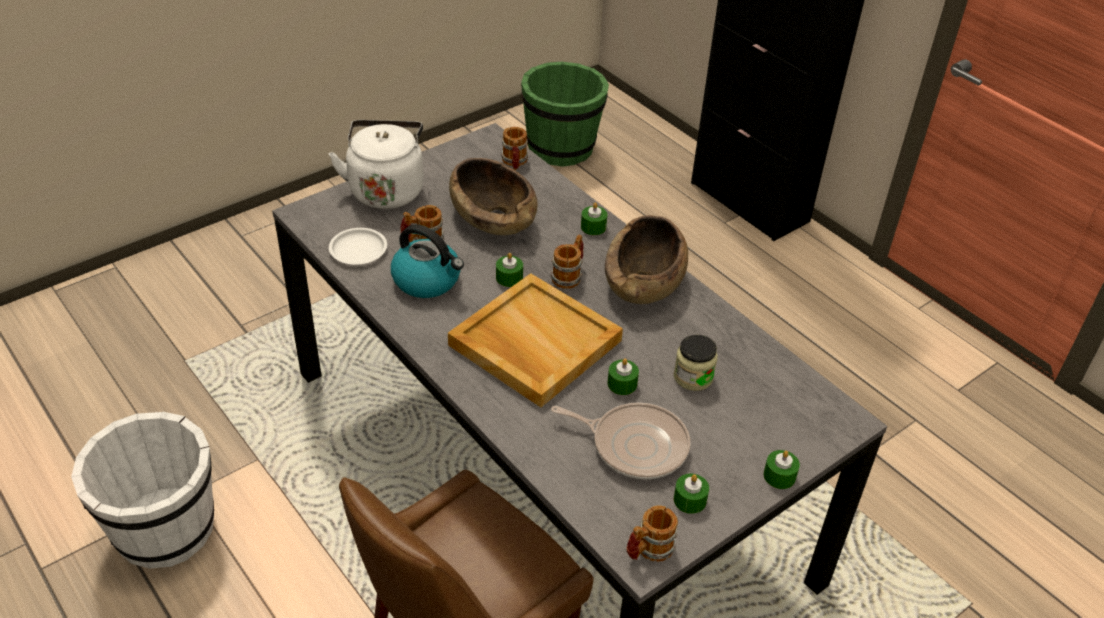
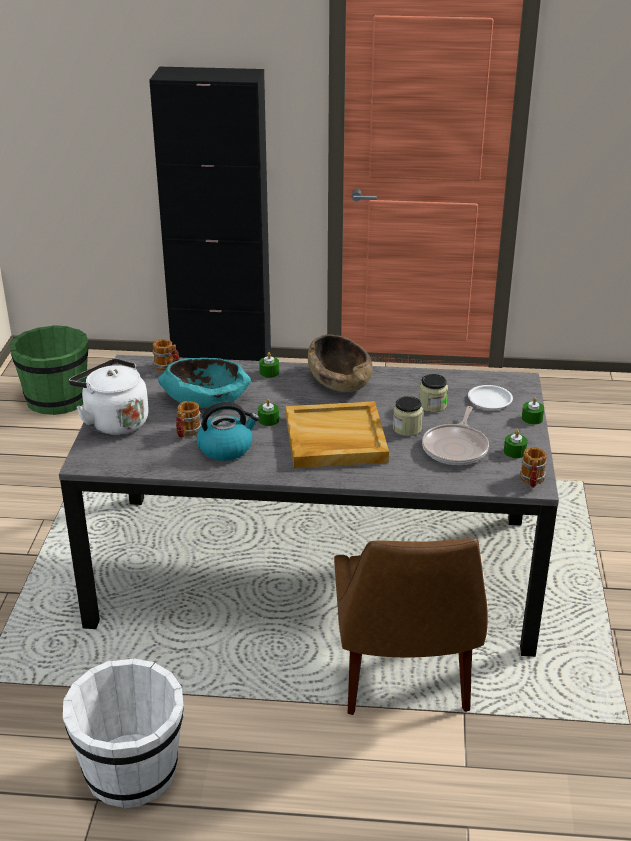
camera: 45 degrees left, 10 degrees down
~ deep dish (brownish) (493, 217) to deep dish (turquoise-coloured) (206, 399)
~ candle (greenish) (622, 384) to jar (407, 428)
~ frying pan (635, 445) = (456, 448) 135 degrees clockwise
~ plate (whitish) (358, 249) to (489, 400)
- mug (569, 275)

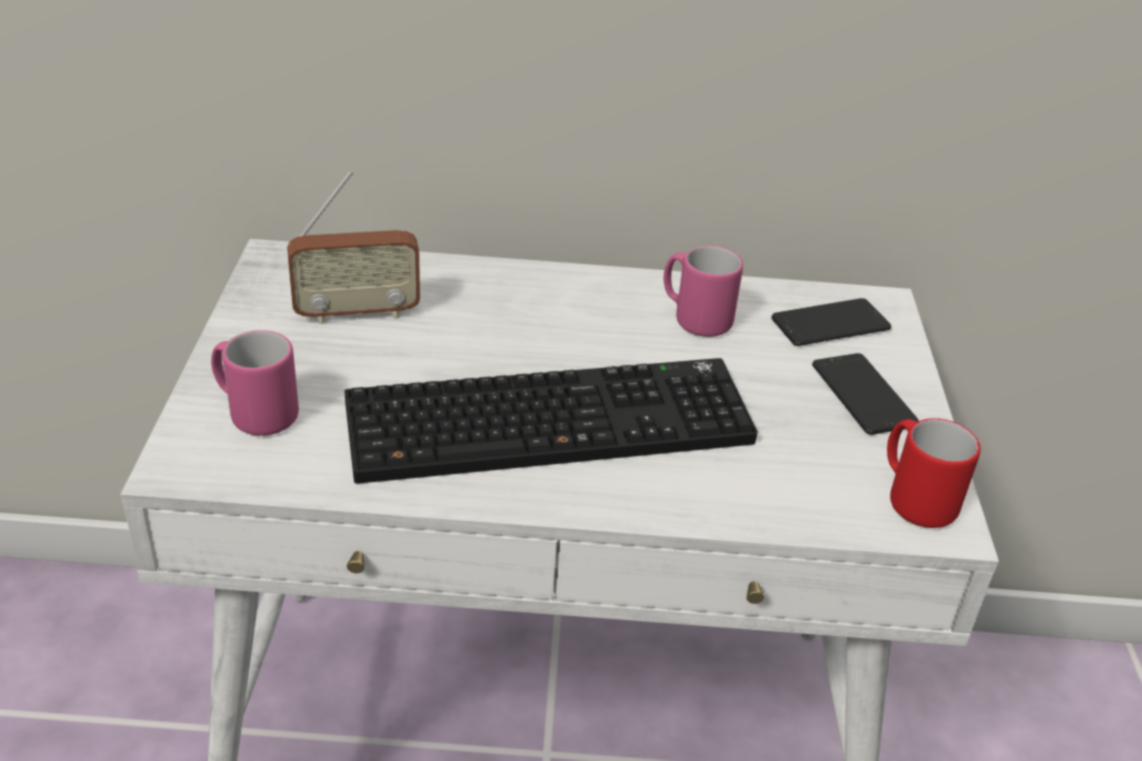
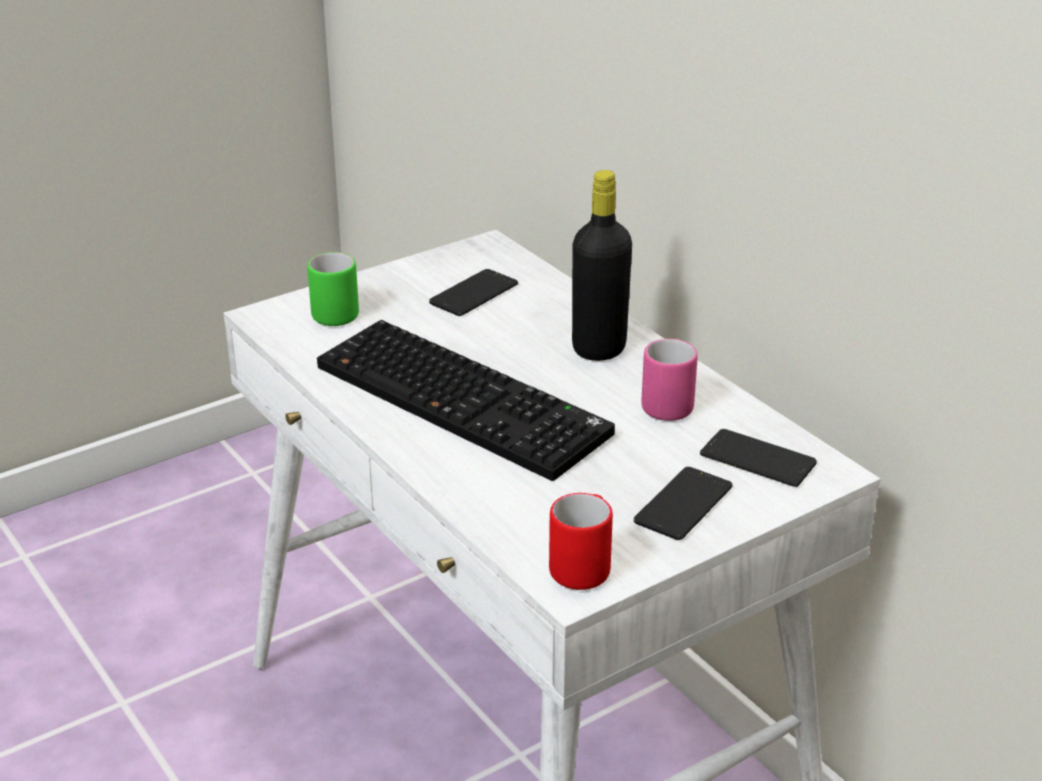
camera: 55 degrees right, 5 degrees down
~ mug (pinkish) (255, 413) to mug (greenish) (335, 312)
~ radio (357, 313) to telephone (474, 294)
+ drink bottle (blackish) (599, 348)

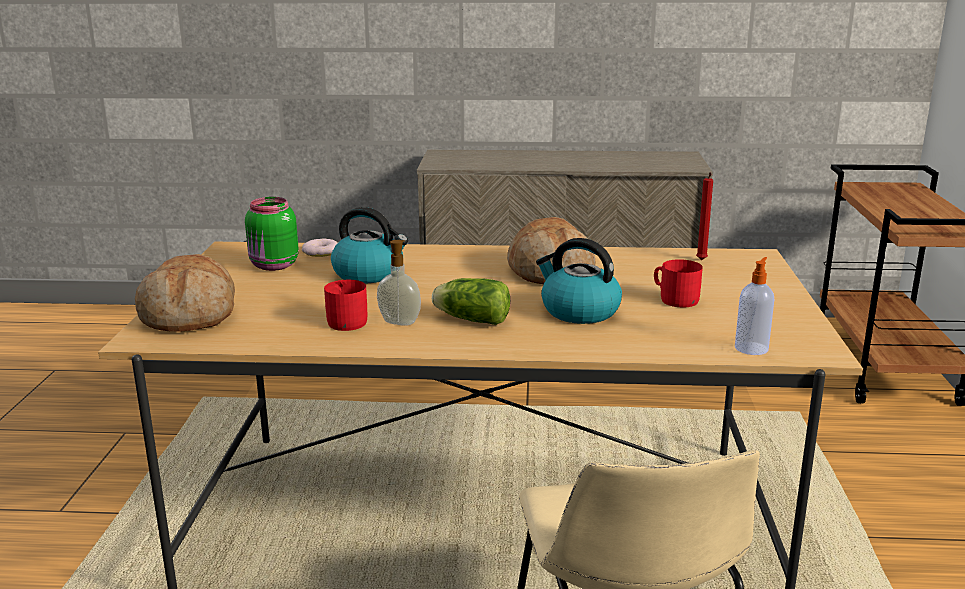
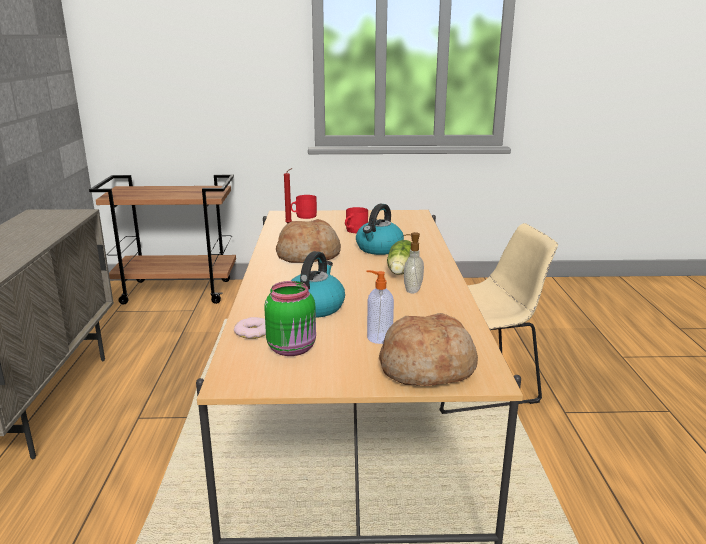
camera: 95 degrees left, 0 degrees up
~ mug (red) (347, 320) to (303, 216)
~ soap dispenser (751, 348) to (378, 338)

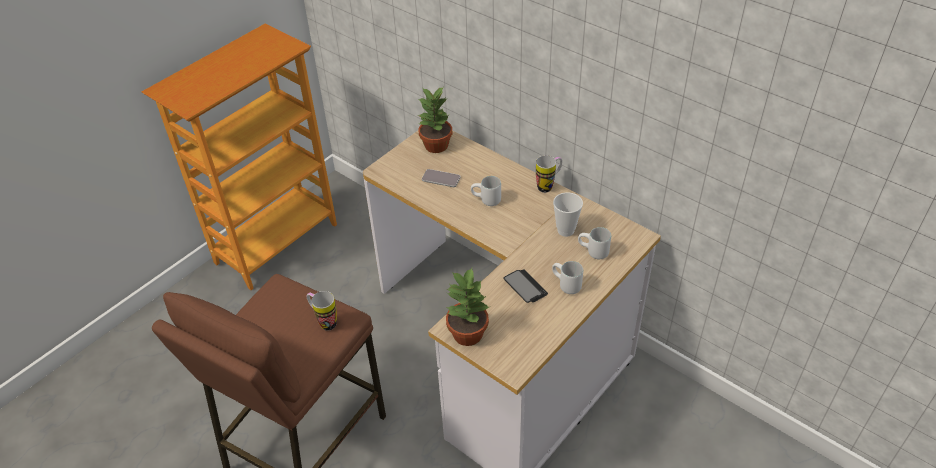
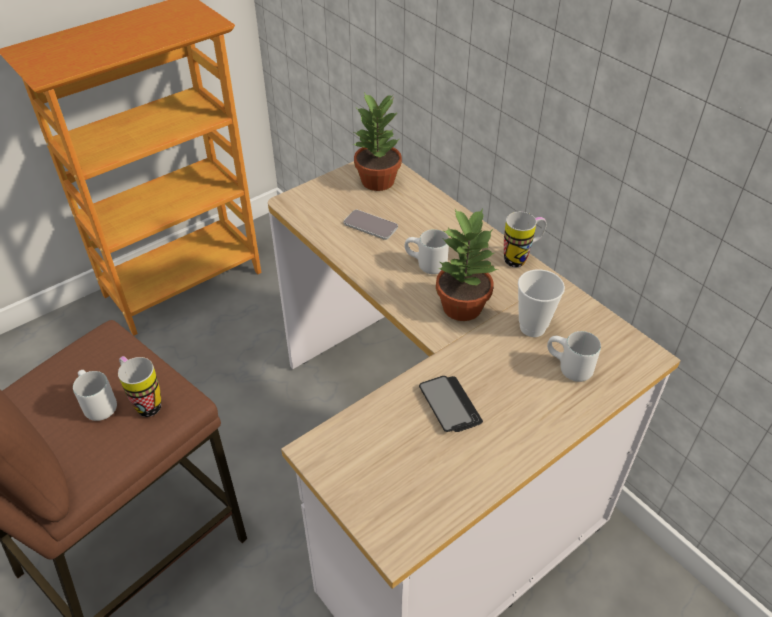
camera: 10 degrees right, 0 degrees up
~ mug (whitish) (565, 285) to (95, 405)
~ plant in a pot (467, 333) to (462, 306)

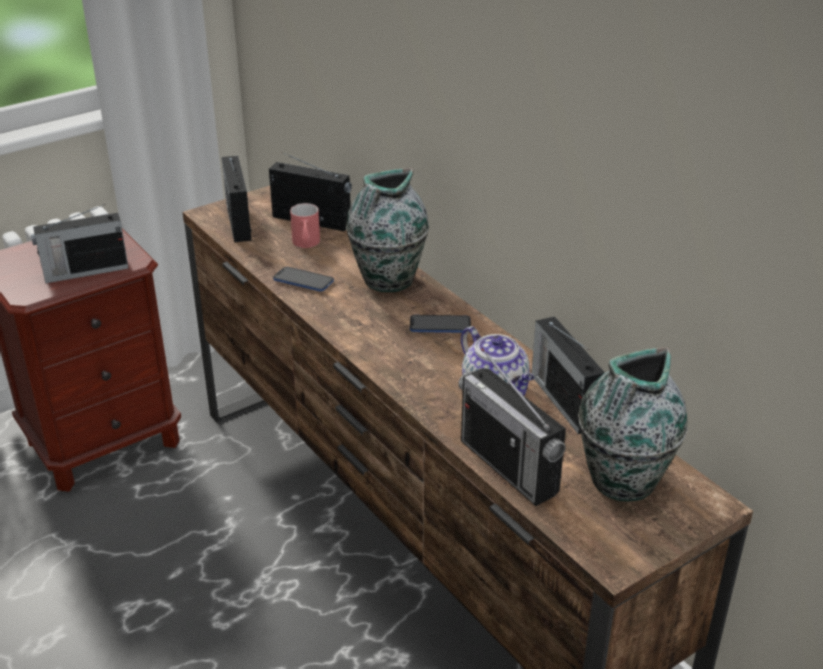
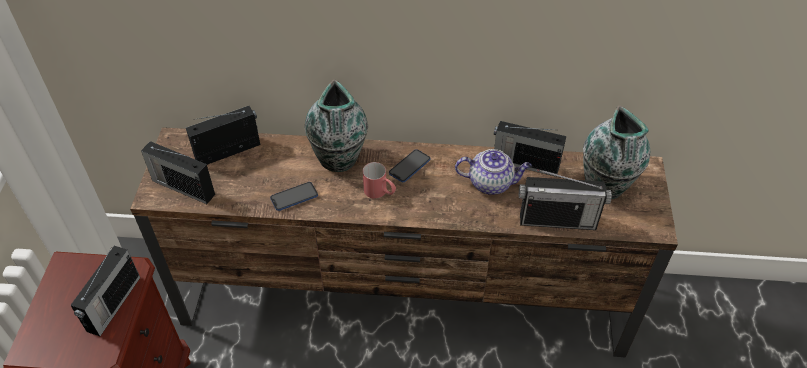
camera: 50 degrees left, 15 degrees up
~ mug (red) (306, 245) to (380, 192)

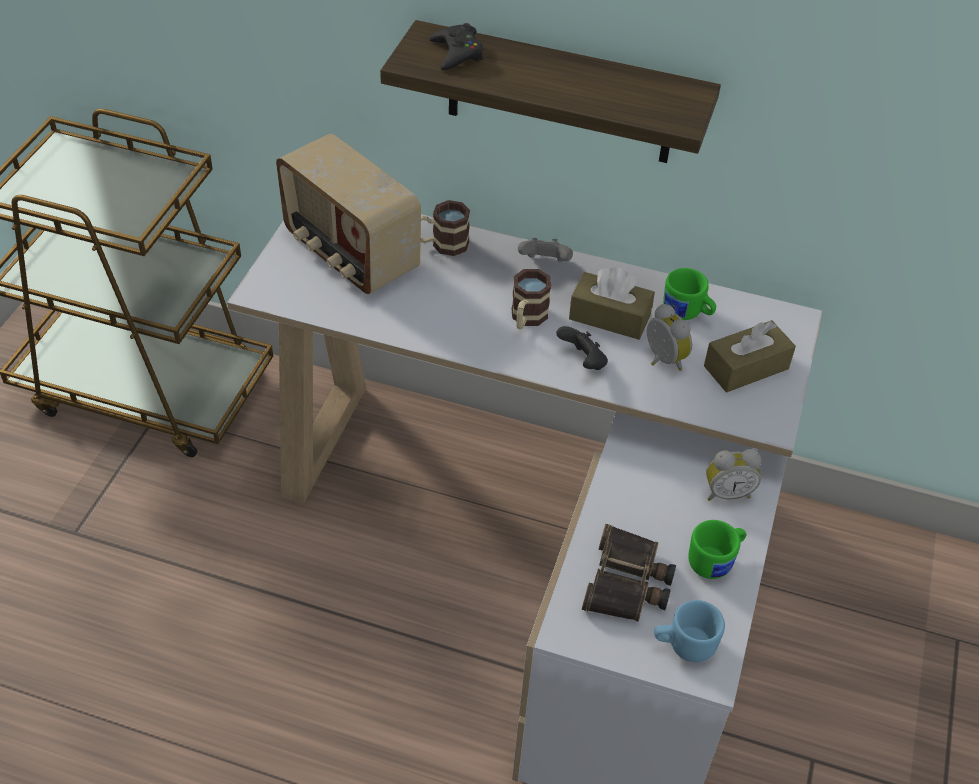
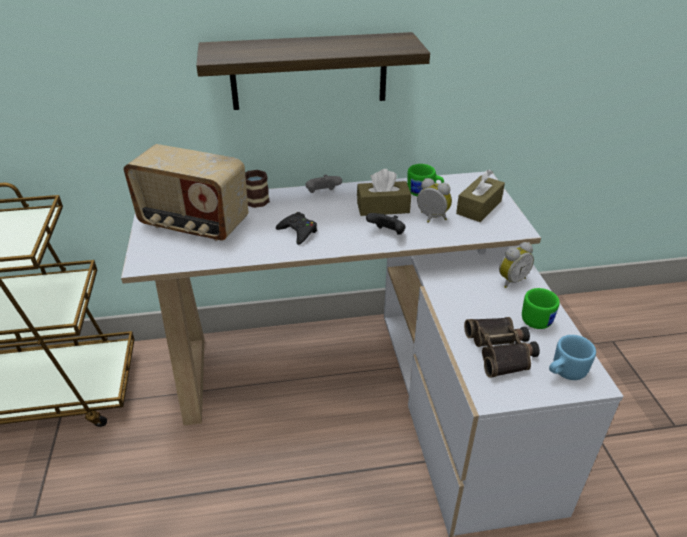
camera: 25 degrees left, 10 degrees down
~ game controller (blackish) (457, 53) to (298, 232)
- mug (526, 319)

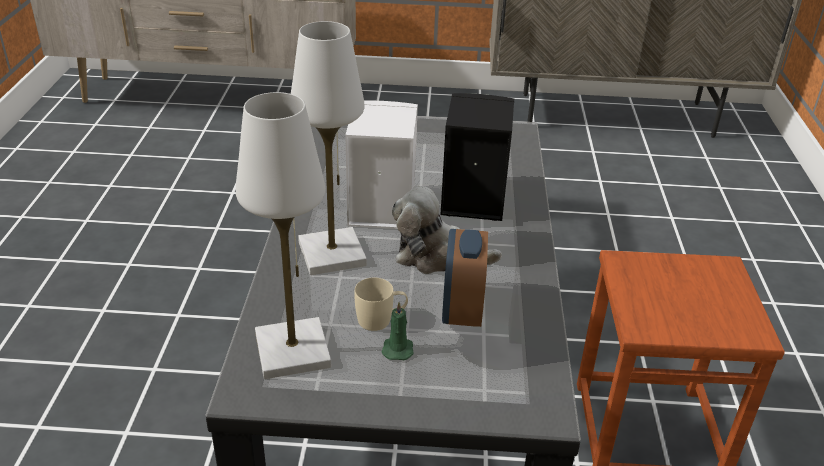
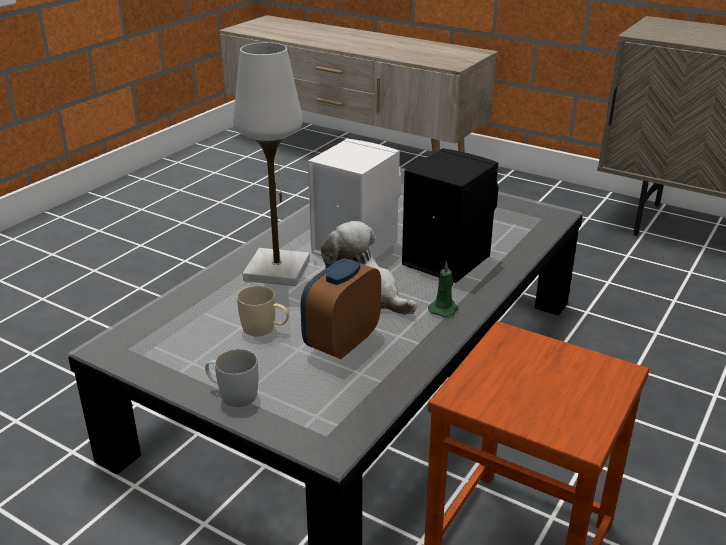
camera: 30 degrees right, 5 degrees down
+ mug (whitish) (232, 394)
~ candle (greenish) (398, 348) to (444, 309)
- lamp for a table (whitish) (293, 351)

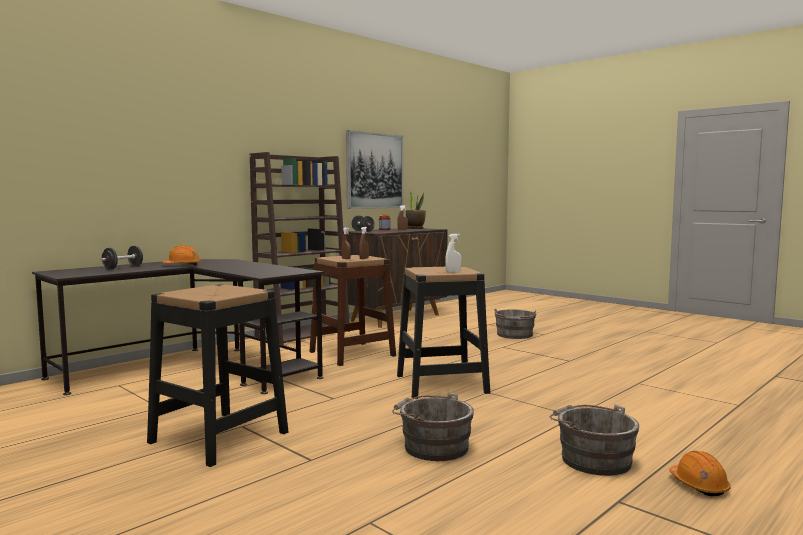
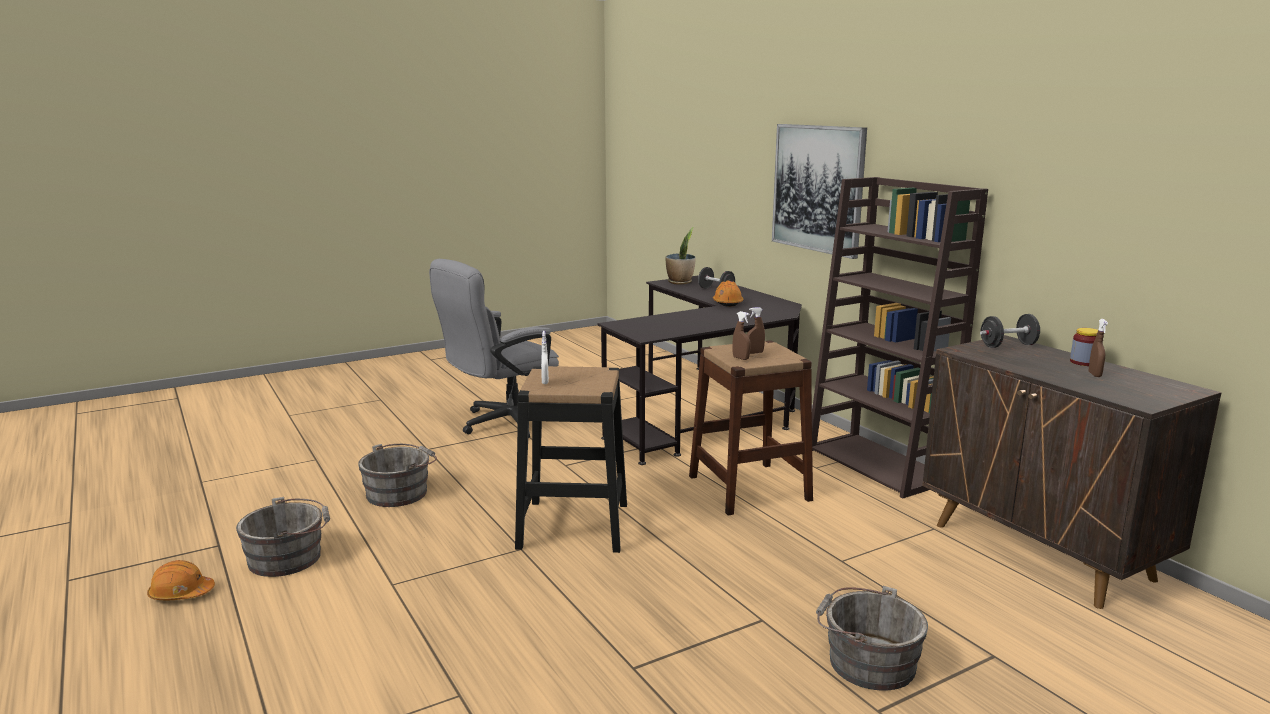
camera: 105 degrees right, 10 degrees up
~ stool (blackish) (219, 437) to computer chair (gray) (502, 423)
~ plant in a pot (415, 228) to (680, 282)
~ wall art (374, 171) to (818, 188)

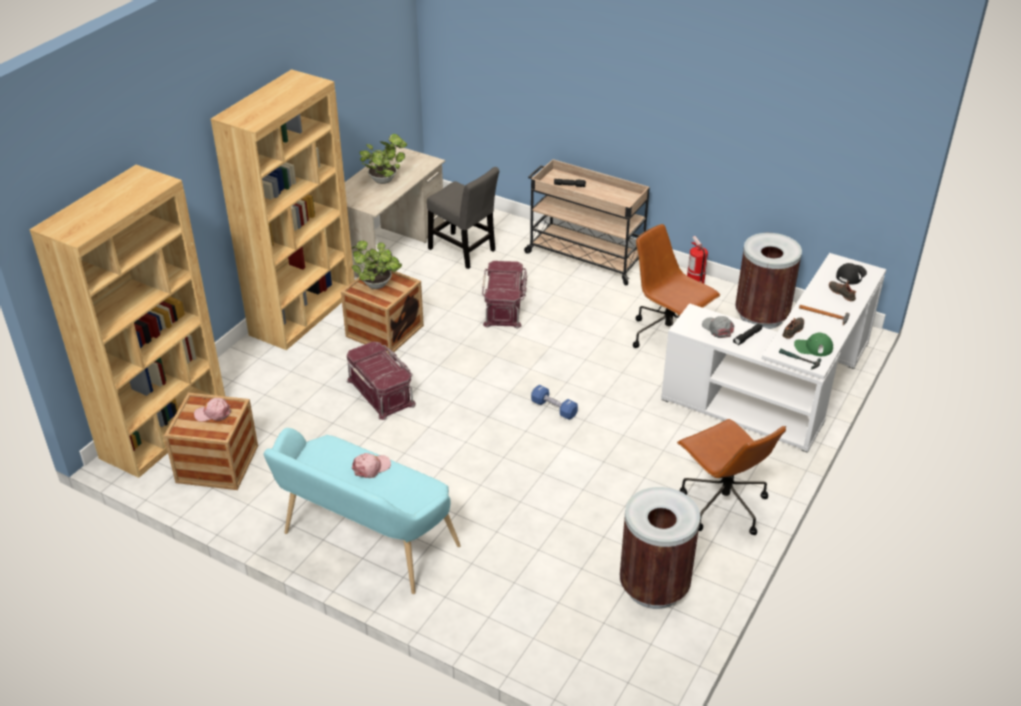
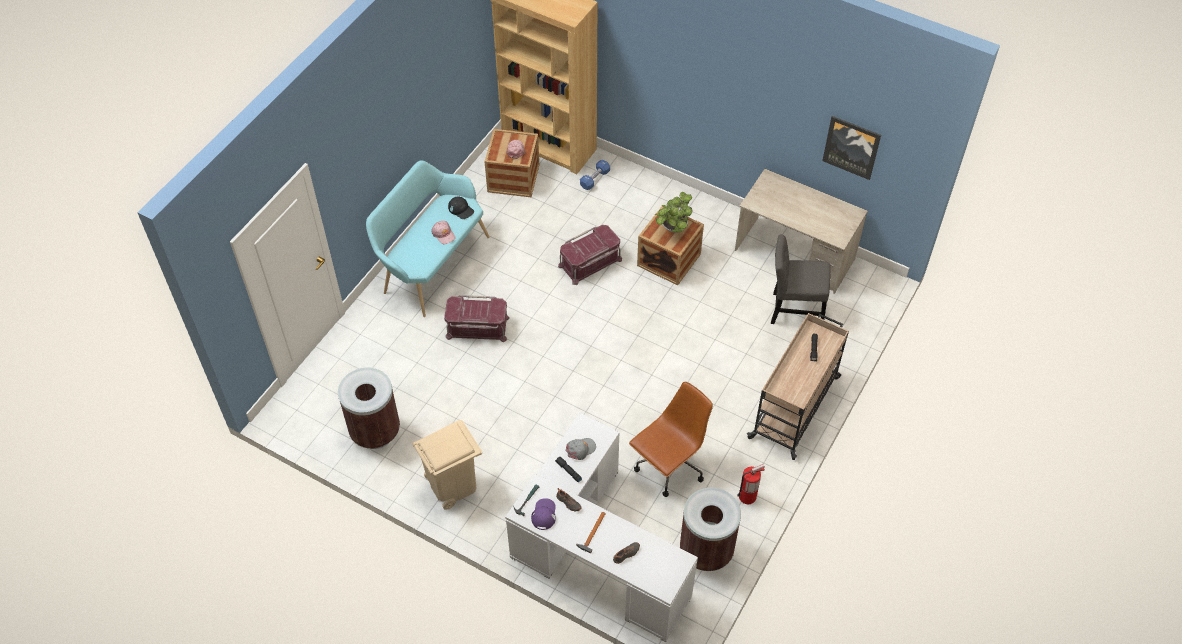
camera: 90 degrees right, 15 degrees up
~ computer chair (brownish) (722, 505) to trash can (sand-coloured) (452, 485)
~ storage box (red) (505, 307) to (477, 328)
~ peaked cap (blackish) (851, 275) to (461, 209)
~ peaked cap (greenish) (813, 347) to peaked cap (purple-coloured) (544, 514)
~ dumbbell (blue) (554, 408) to (595, 179)
~ chair (gray) (464, 251) = (794, 310) 60 degrees clockwise
+ wall art (851, 147)
- bookcase (brownish) (303, 313)
- plant in a pot (385, 179)

